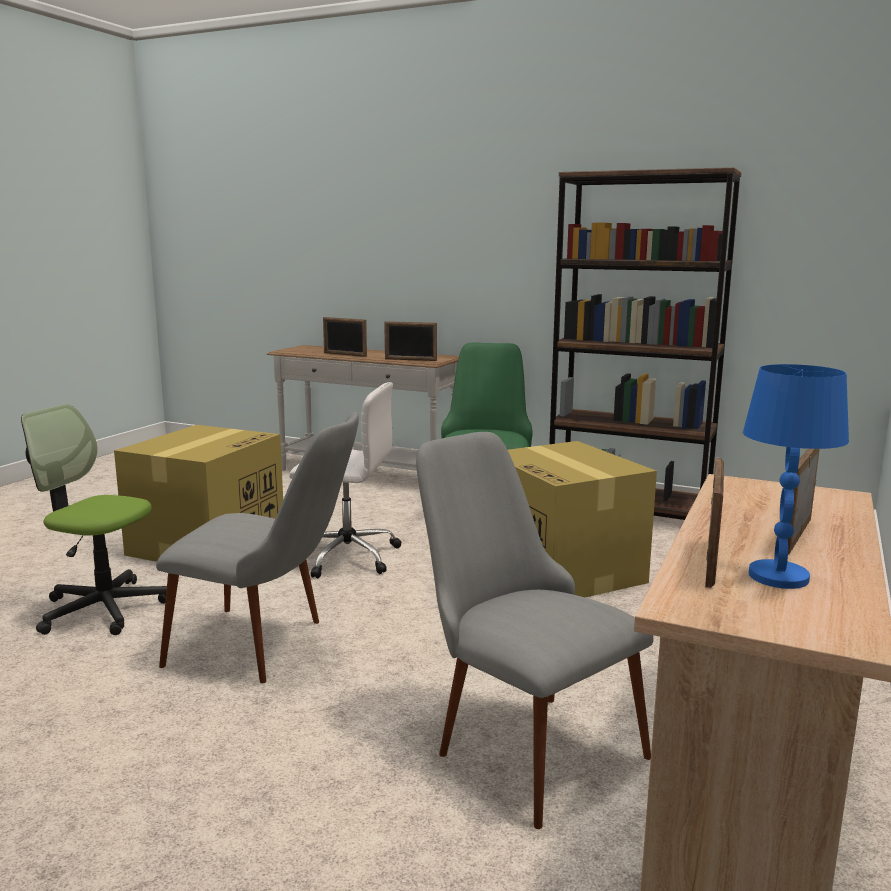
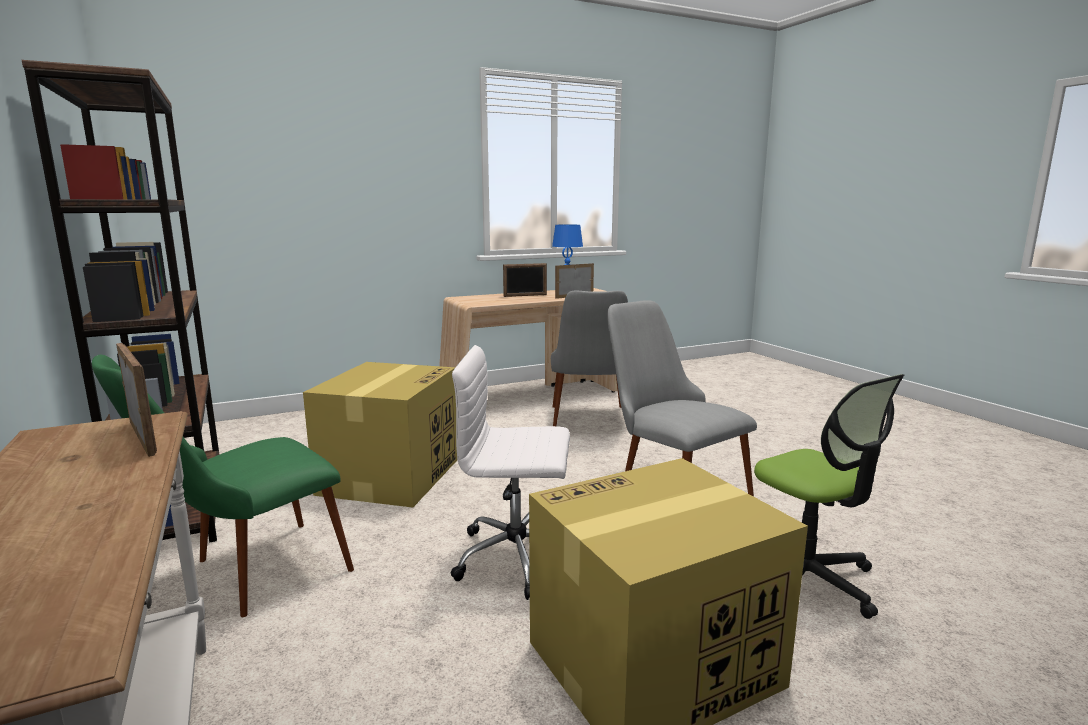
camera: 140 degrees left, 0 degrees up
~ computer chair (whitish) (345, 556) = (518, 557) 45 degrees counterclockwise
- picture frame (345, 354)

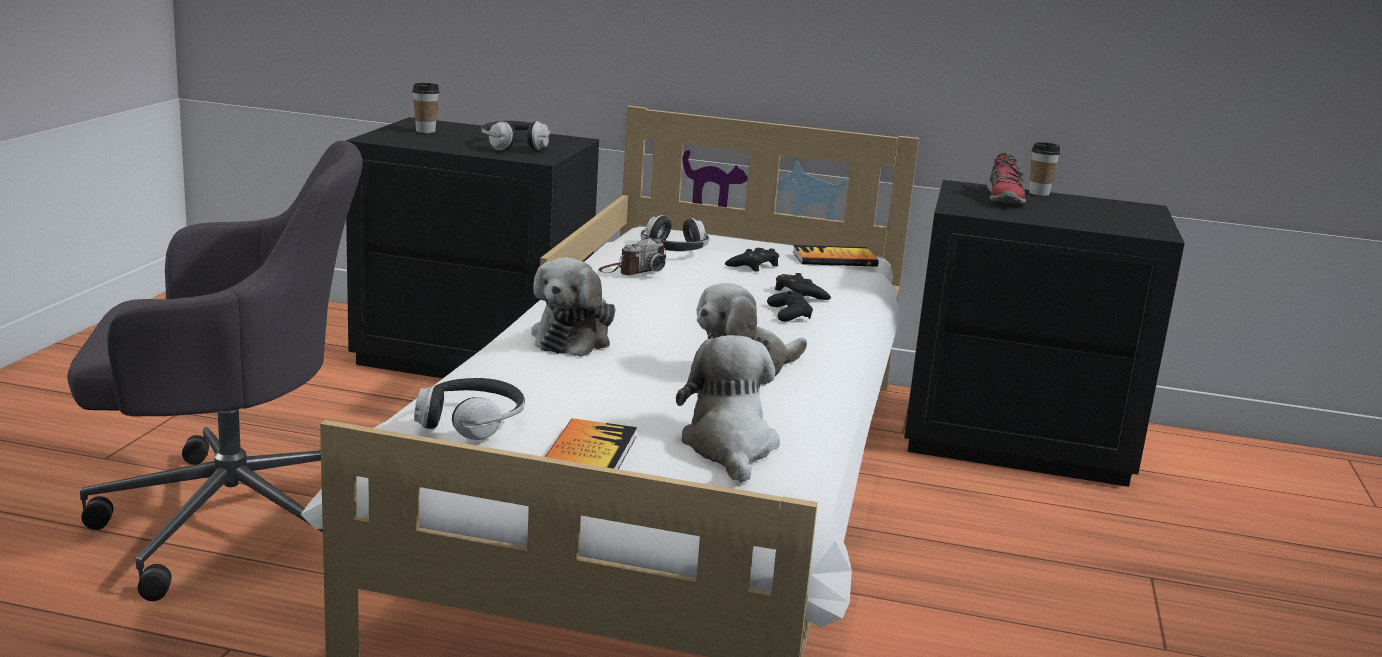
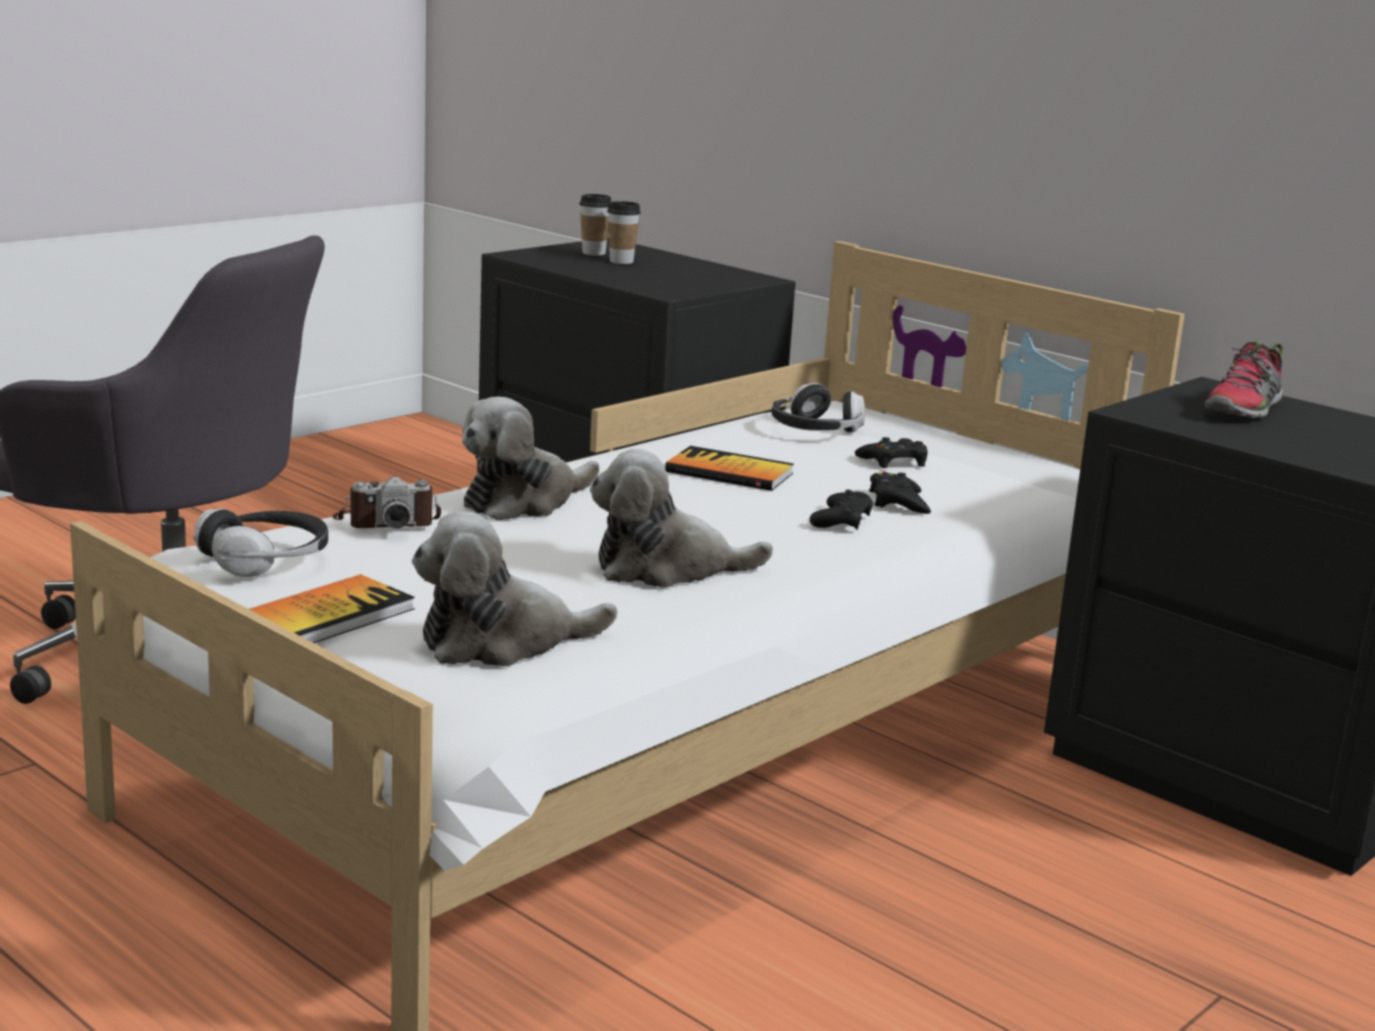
camera: 30 degrees right, 0 degrees up
~ still camera (632, 270) to (386, 522)
~ plush toy (730, 448) = (501, 642) 135 degrees counterclockwise
~ small cup (1039, 193) to (621, 261)
~ volume (834, 259) to (729, 472)
- headphones (515, 146)

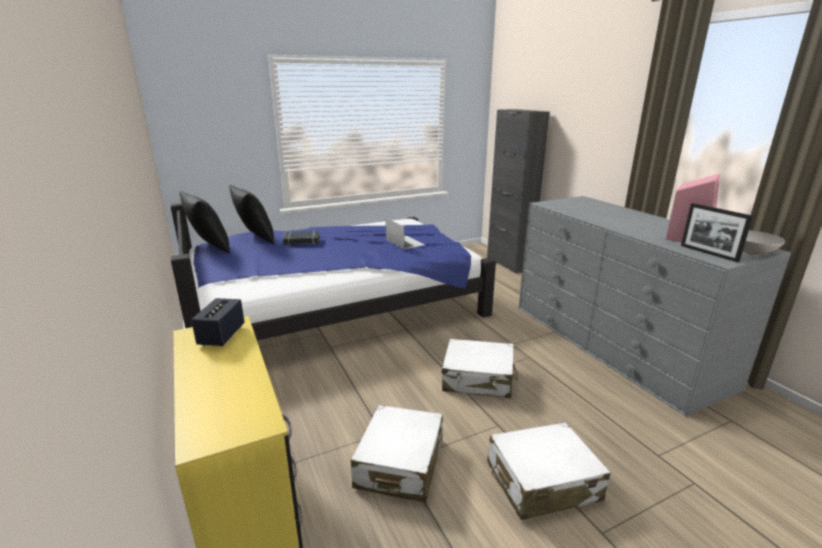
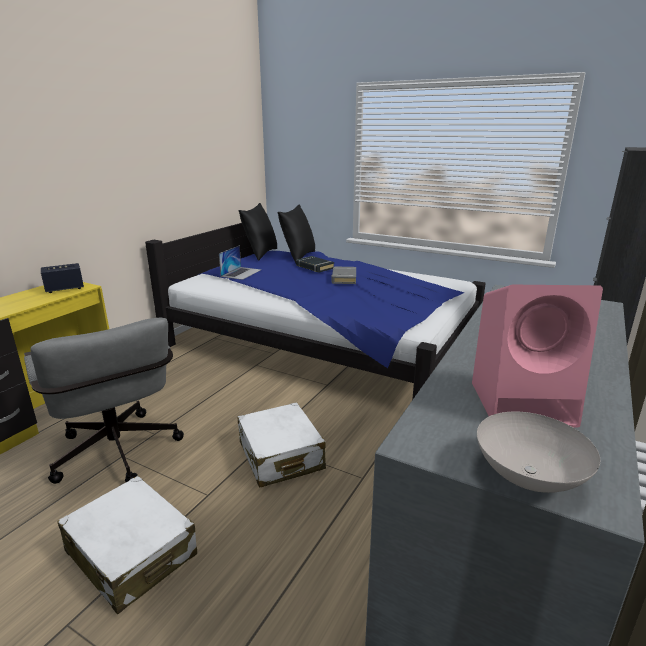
camera: 55 degrees right, 0 degrees up
~ piece of luggage (whitish) (399, 464) to computer chair (gray) (119, 457)
~ notebook computer (405, 242) to (241, 273)
+ volume (gray) (344, 278)
- picture frame (708, 253)

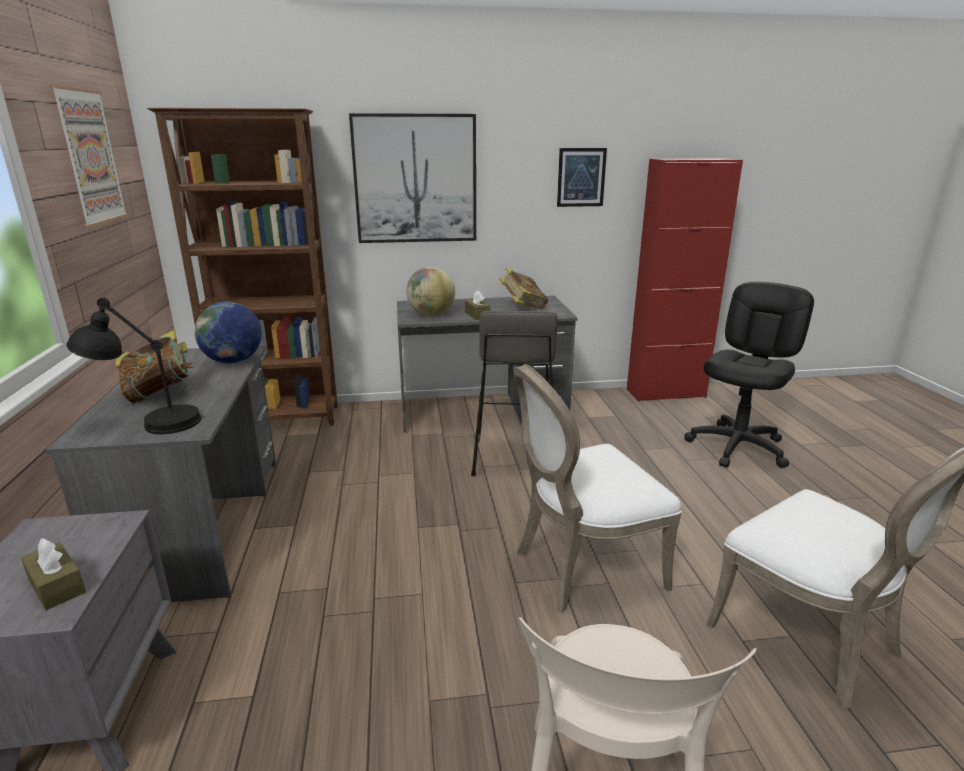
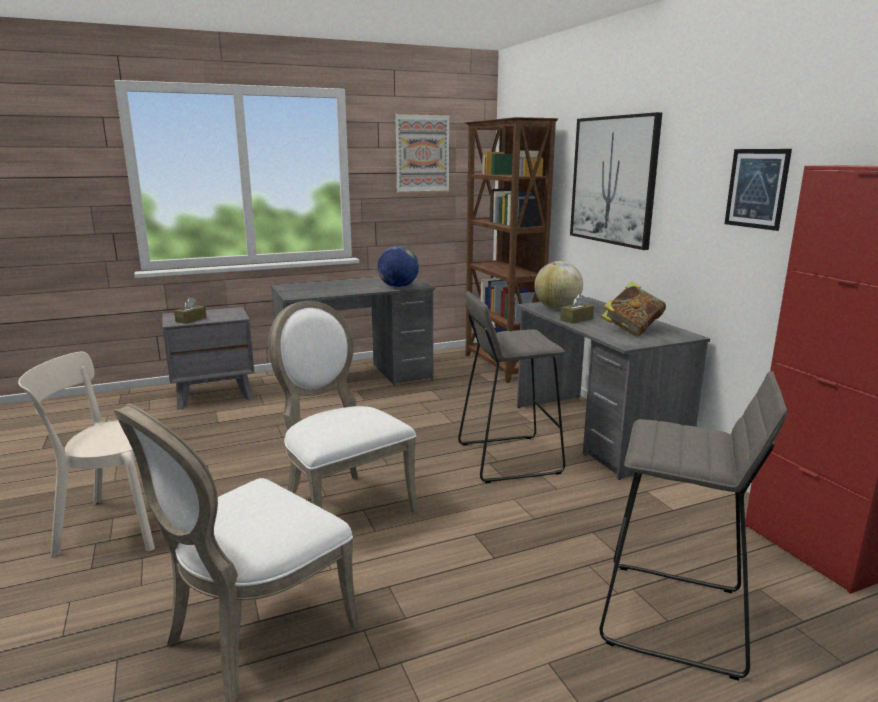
camera: 75 degrees right, 5 degrees down
~ computer chair (blackish) (738, 447) to stool (gray) (673, 617)
- lamp for a table (blackish) (148, 423)
- volume (160, 392)

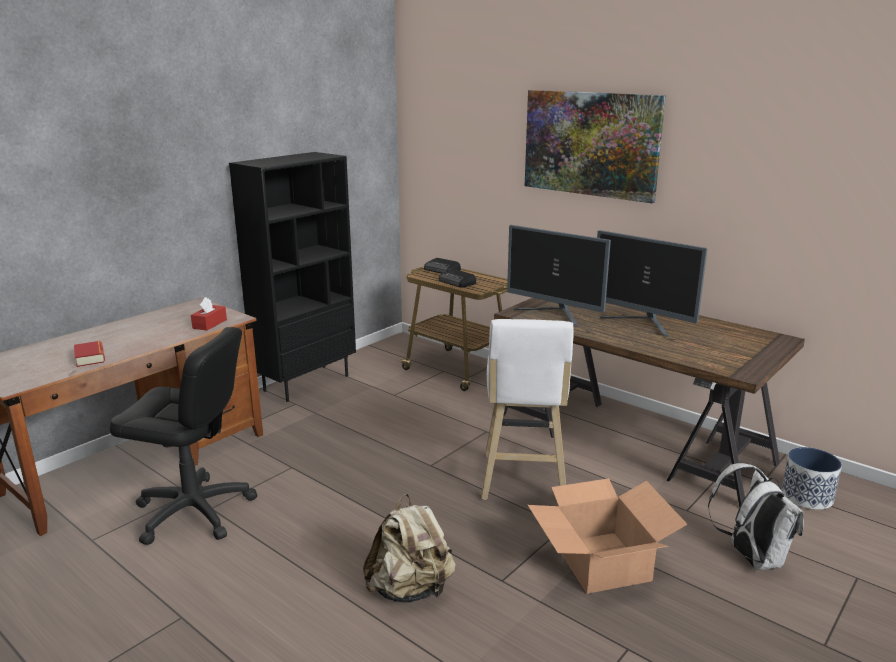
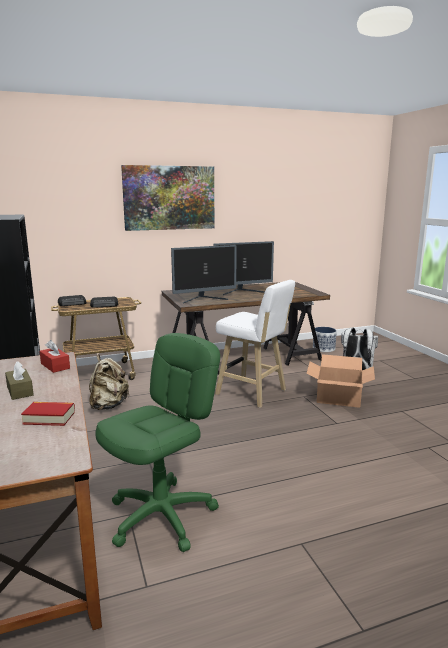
camera: 60 degrees left, 5 degrees down
+ tissue box (brownish) (20, 391)
~ rucksack (sand-coloured) (410, 590) to (108, 405)
~ computer chair (blackish) (194, 512) to computer chair (greenish) (162, 516)

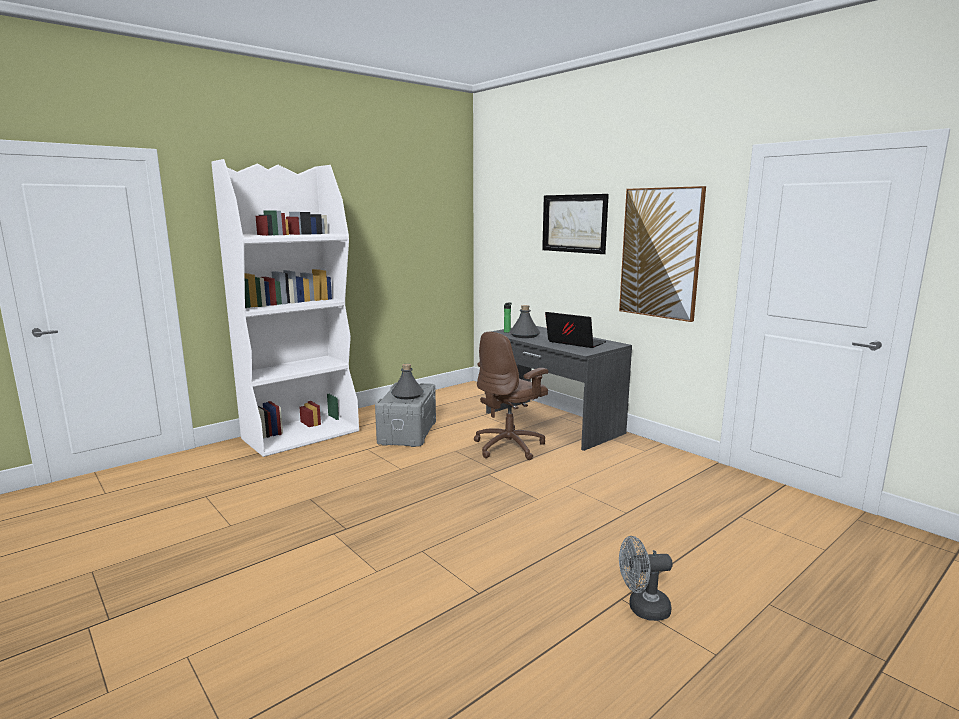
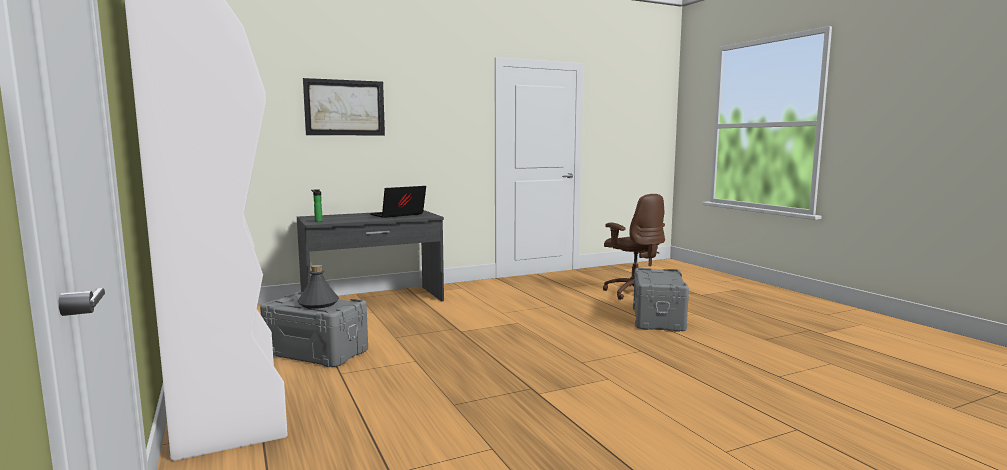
camera: 75 degrees left, 5 degrees down
~ computer chair (brownish) (510, 446) to (634, 292)
~ electric fan (gray) (642, 609) to storage box (gray) (659, 319)
- drink bottle (gray) (524, 335)
- wall art (660, 253)

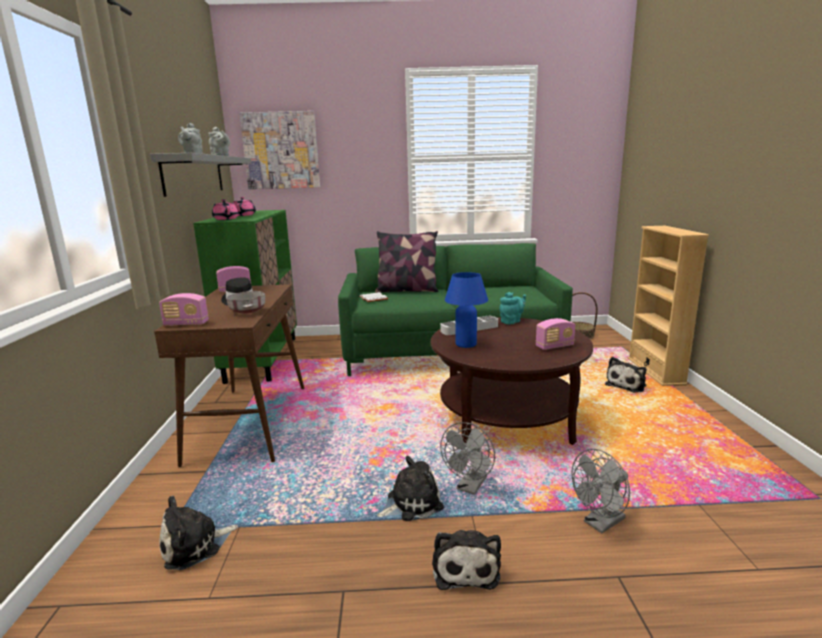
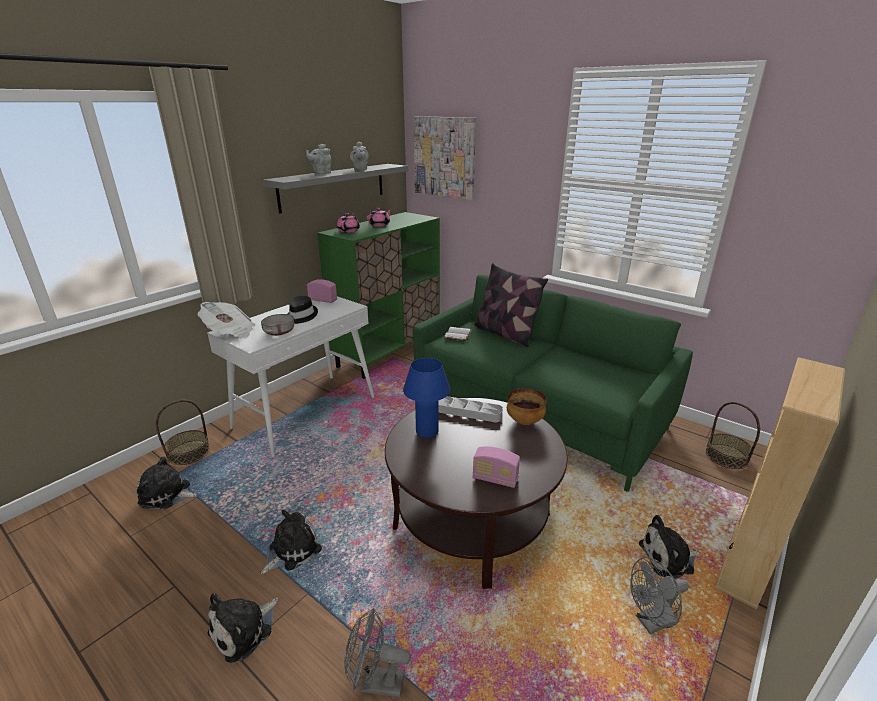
camera: 40 degrees right, 10 degrees up
+ basket (188, 452)
~ radio (186, 324) to printed paper (230, 332)
~ console table (brownish) (250, 421) to console table (whitish) (306, 412)
~ plush toy (411, 503) = (291, 550) 60 degrees counterclockwise
~ tea pot (turquoise-coloured) (511, 321) to deep dish (524, 421)
~ electric fan (gray) (470, 487) to (651, 622)

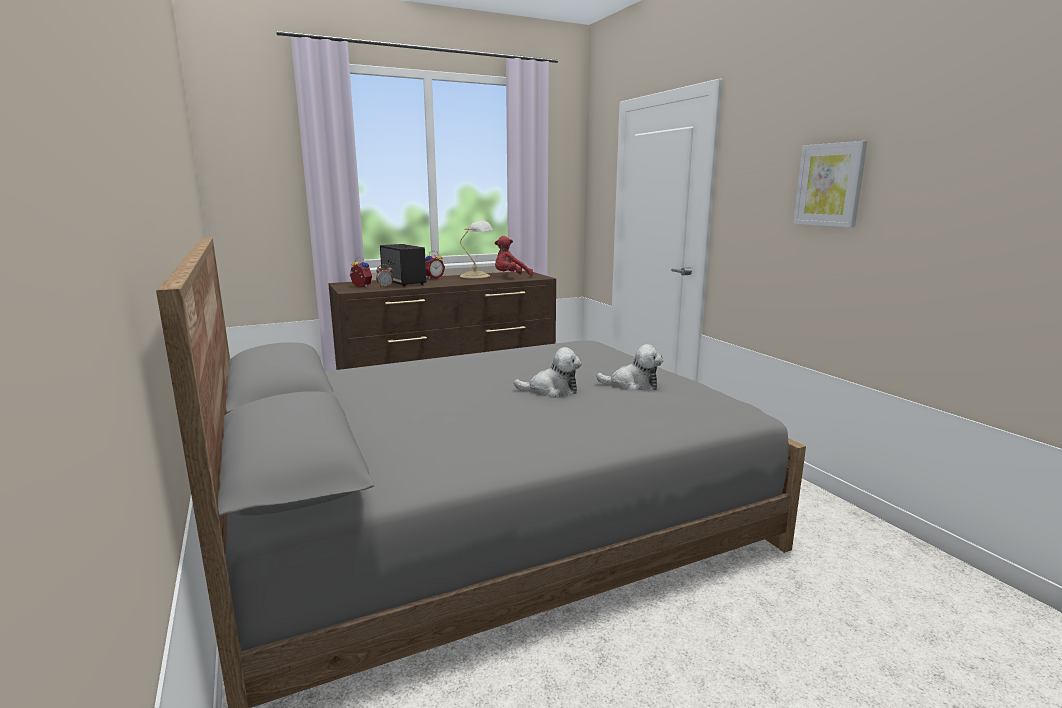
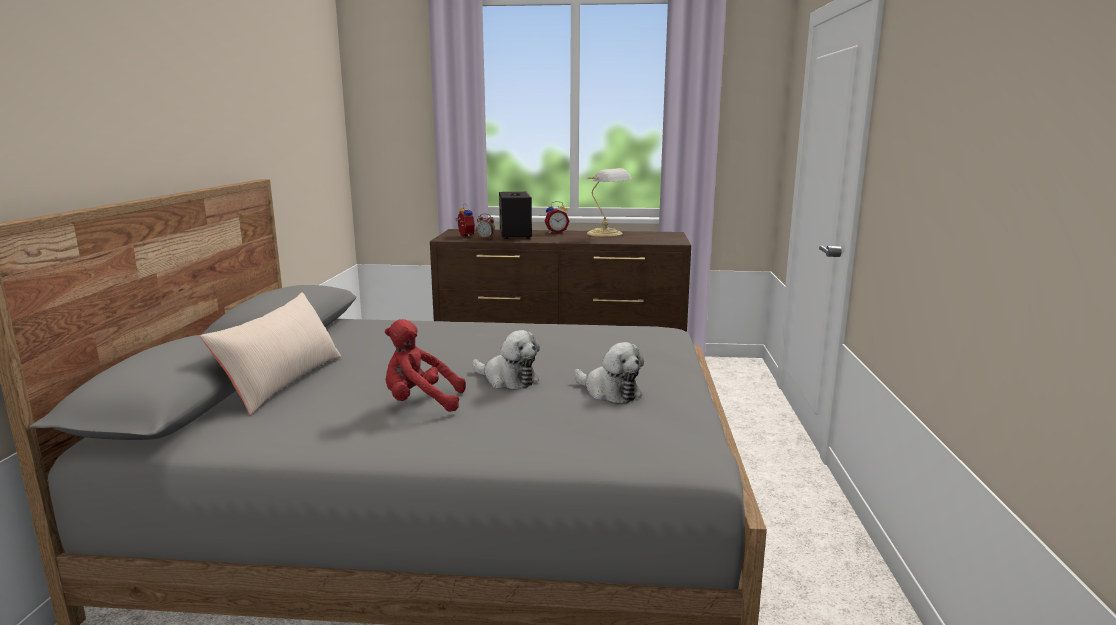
camera: 30 degrees right, 0 degrees up
+ throw pillow (sand-coloured) (283, 381)
~ plush toy (red) (510, 276) to (420, 403)
- wall art (829, 185)

